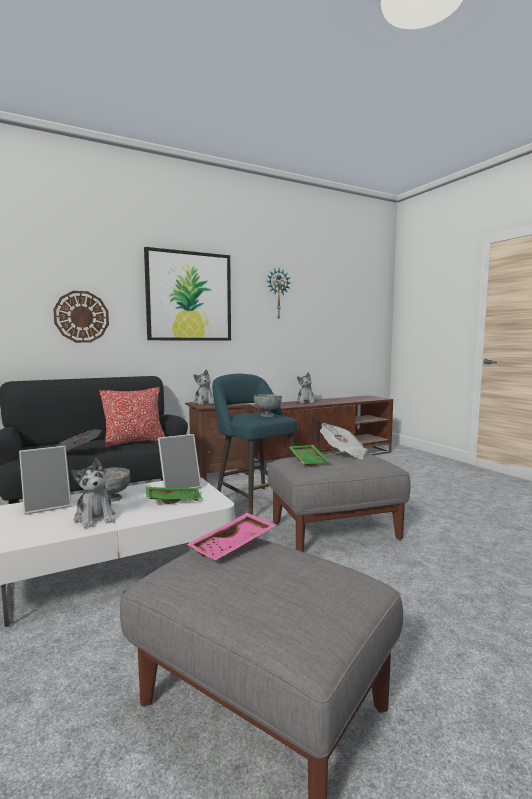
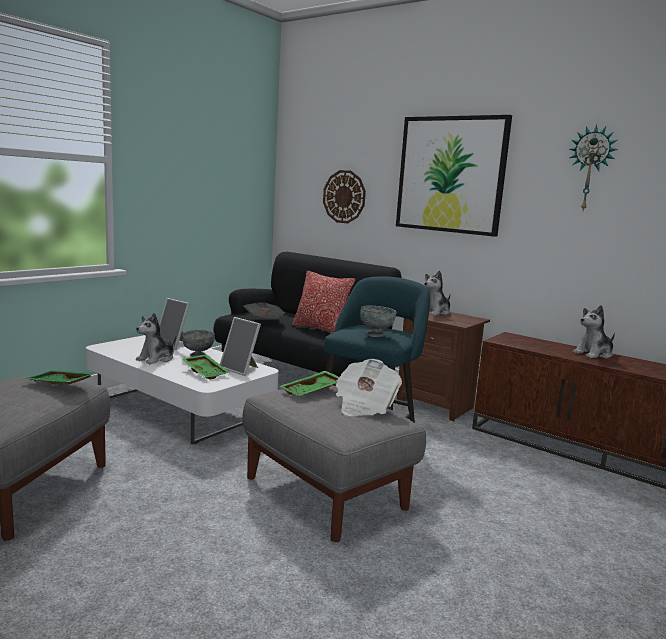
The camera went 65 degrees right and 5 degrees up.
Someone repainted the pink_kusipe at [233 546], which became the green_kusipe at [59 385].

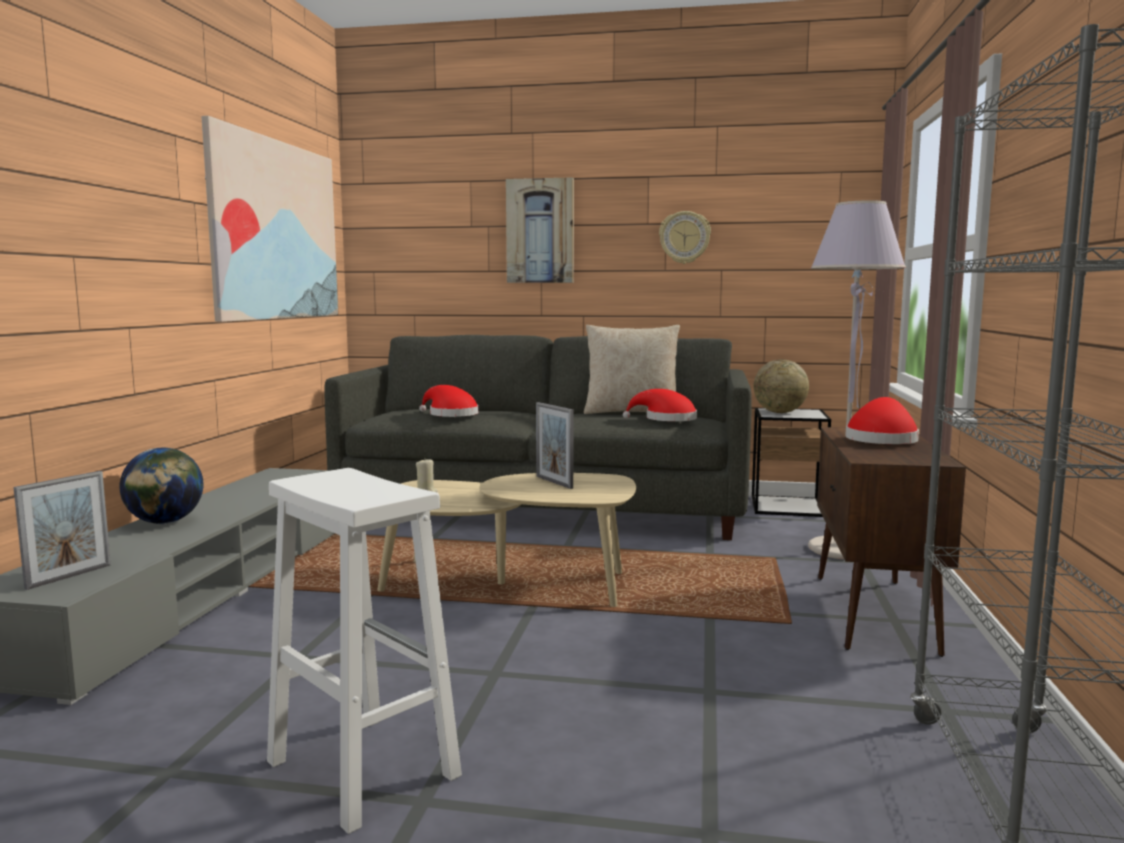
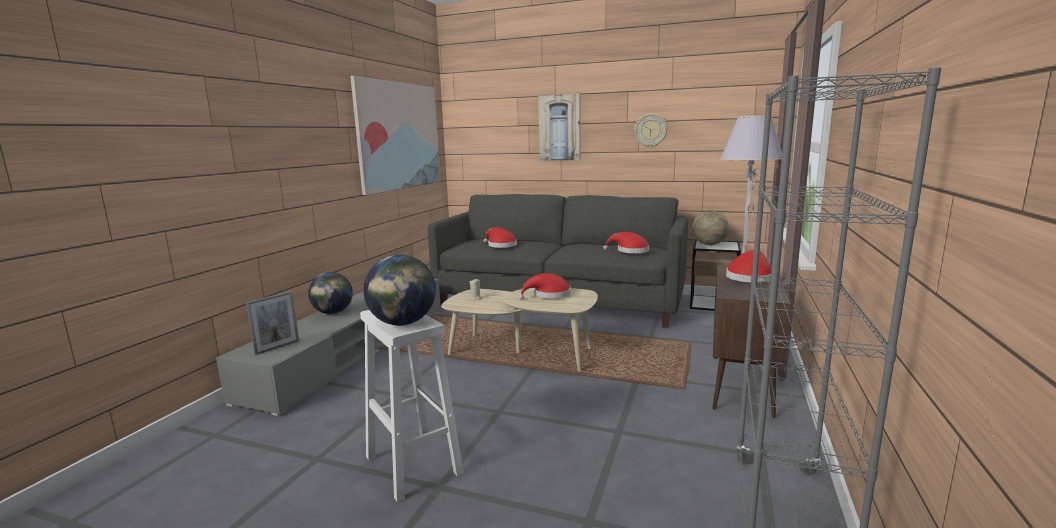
The camera went 10 degrees right and 5 degrees up.
Someone took away the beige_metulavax at [631 413].
Someone swapped the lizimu at [554 482] for the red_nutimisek at [548 295].
Someone put down the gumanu at [403 323].

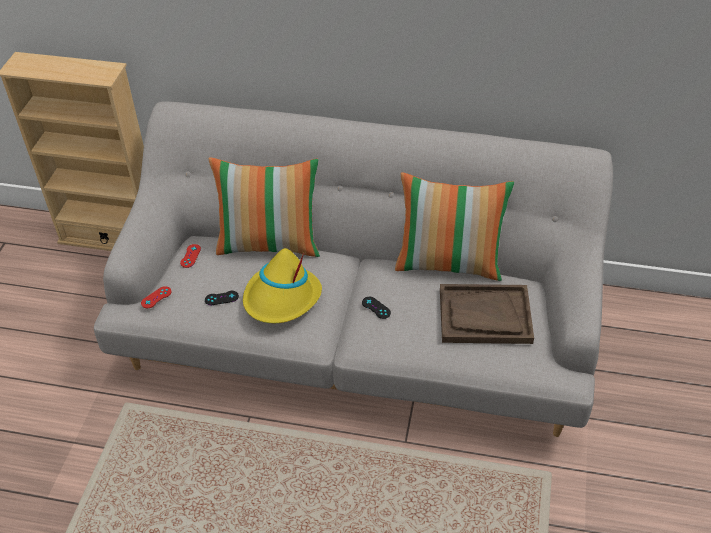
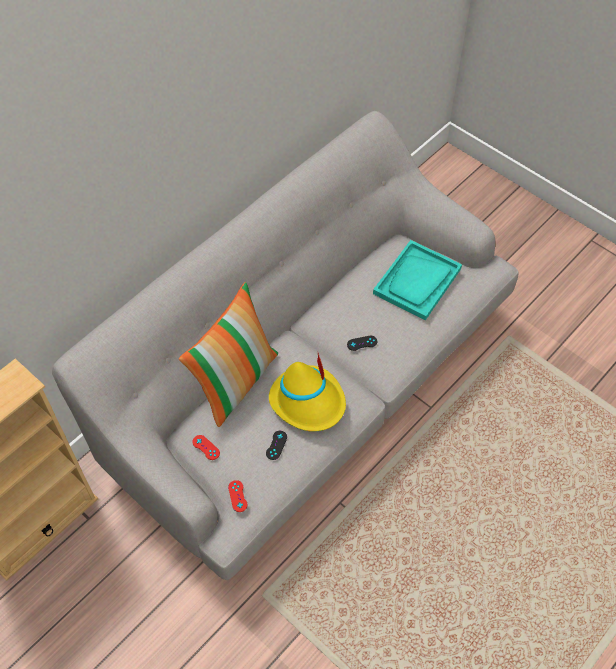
The camera went 60 degrees left and 10 degrees up.
Someone took away the metulavax at [449 263].
Someone repainted the brown_kusipe at [484 316], which became the turquoise_kusipe at [417 281].

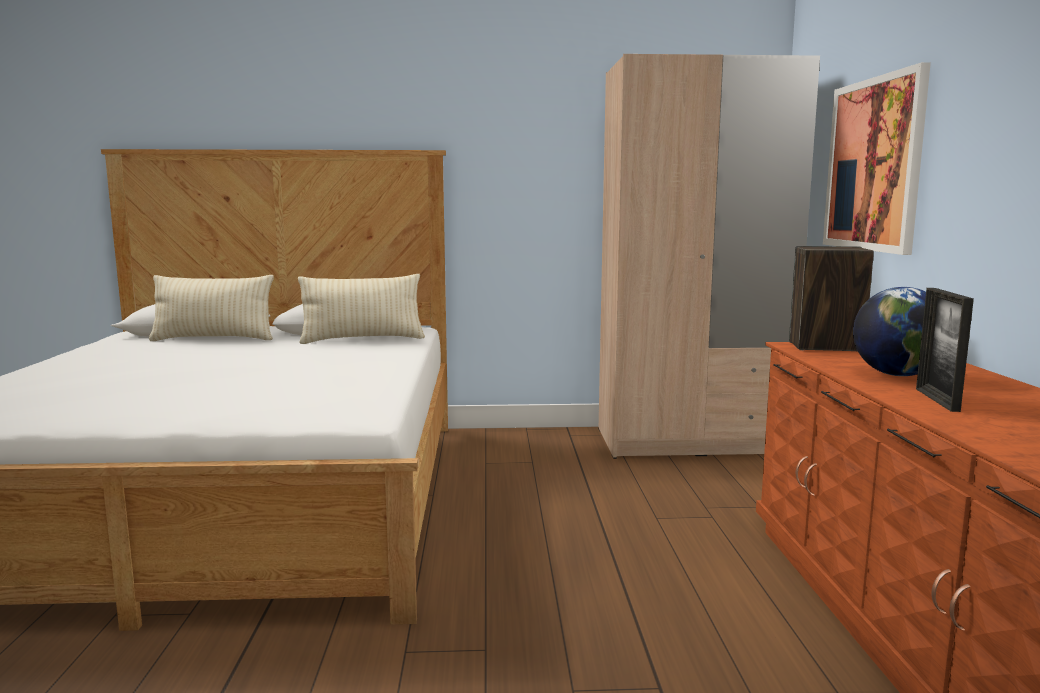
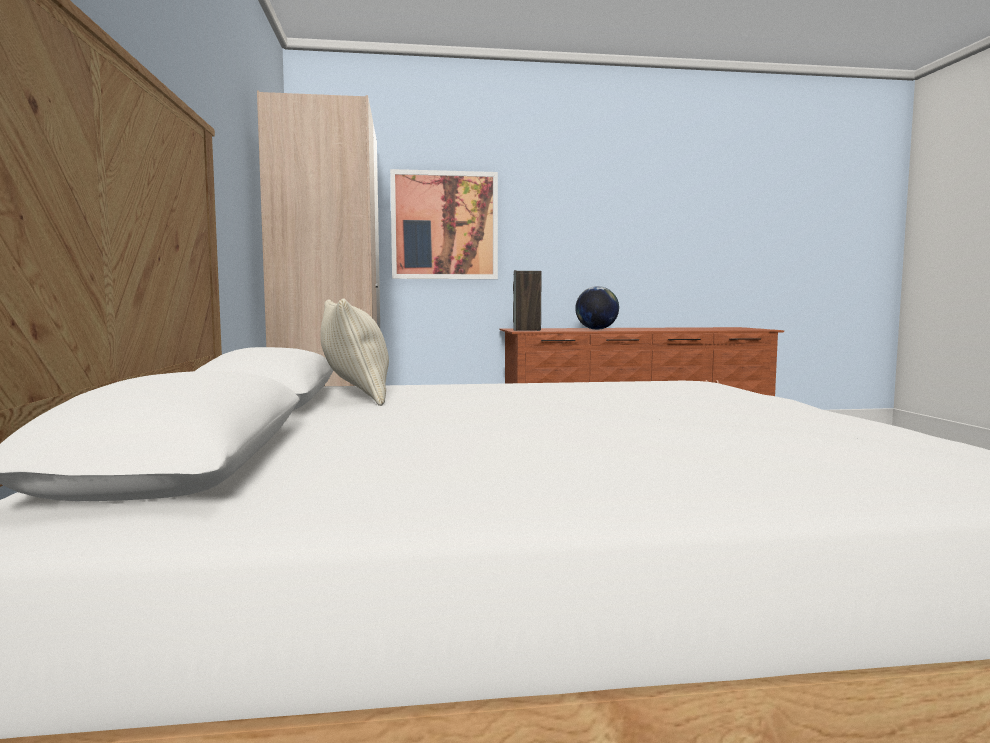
The camera went 95 degrees left and 5 degrees down.
Someone took away the beige_metulavax at [214 339].
Someone took away the lizimu at [937 399].

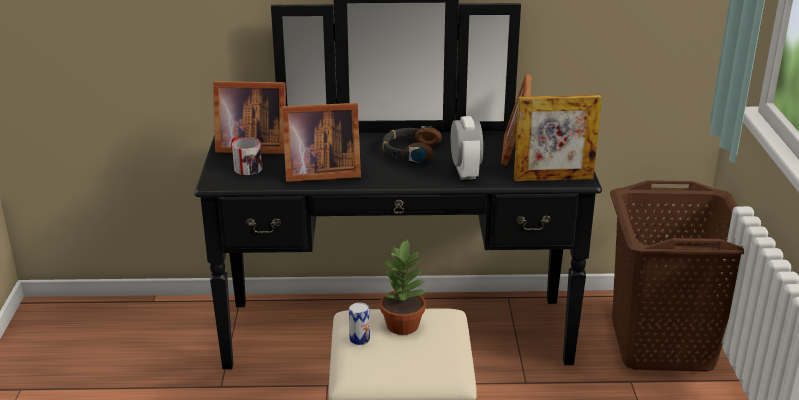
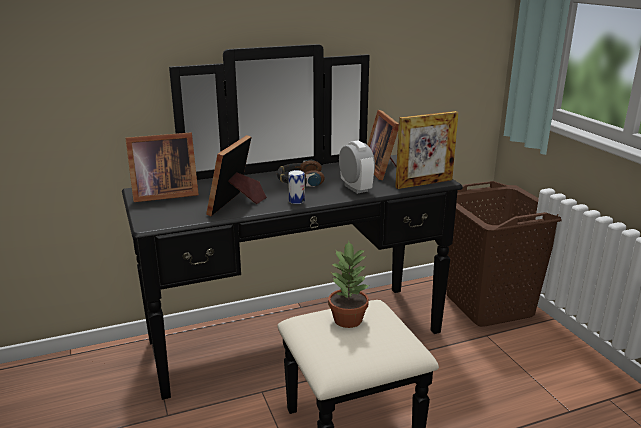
The camera went 20 degrees left and 5 degrees down.
Someone rotated the lizimu at [319 172] by 135 degrees clockwise.
Someone took away the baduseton at [245 166].
Someone carried the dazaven from [359 339] to [296 201].

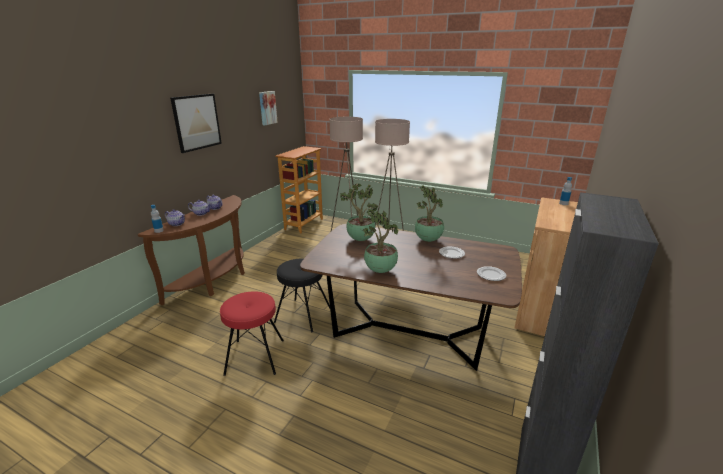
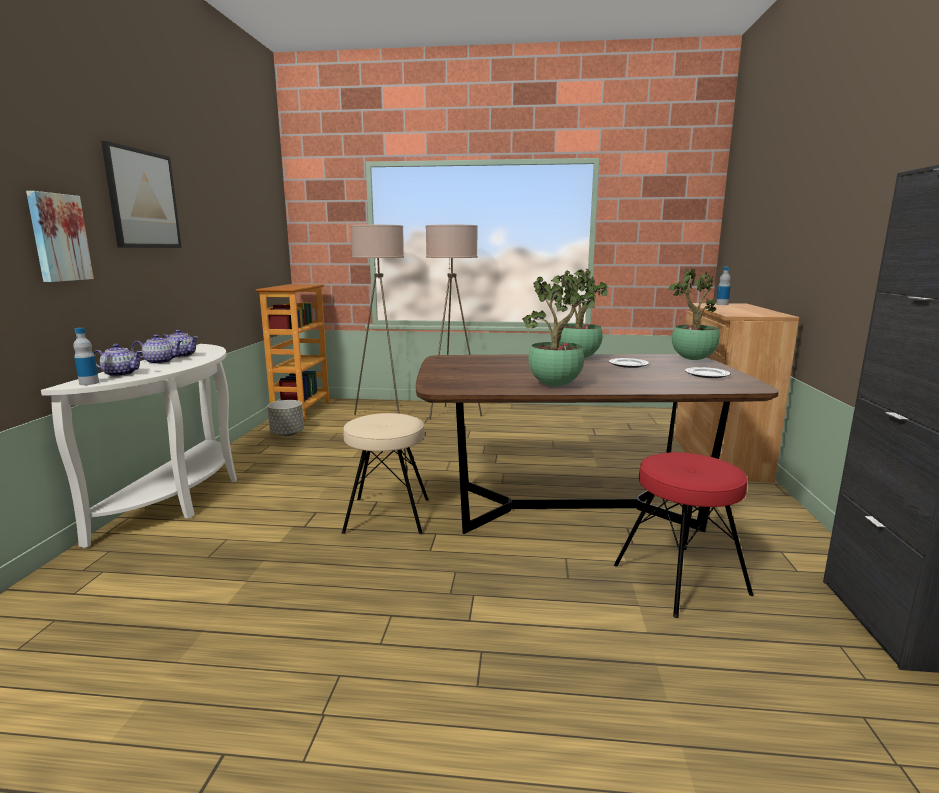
The camera went 20 degrees left and 10 degrees down.
Someone carried the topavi from [267 108] to [58 237].
Someone carried the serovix from [359 239] to [692 359].
Someone repainted the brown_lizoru at [215 281], which became the white_lizoru at [183 497].
Someone repainted the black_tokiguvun at [303 315], which became the beige_tokiguvun at [388 515].
Someone carried the red_tokiguvun from [255 357] to [680 579].
Someone put down the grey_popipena at [287 434].

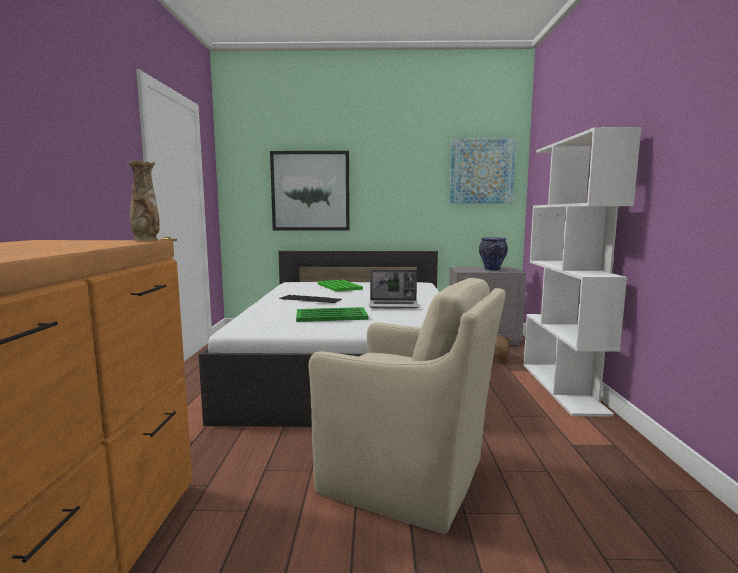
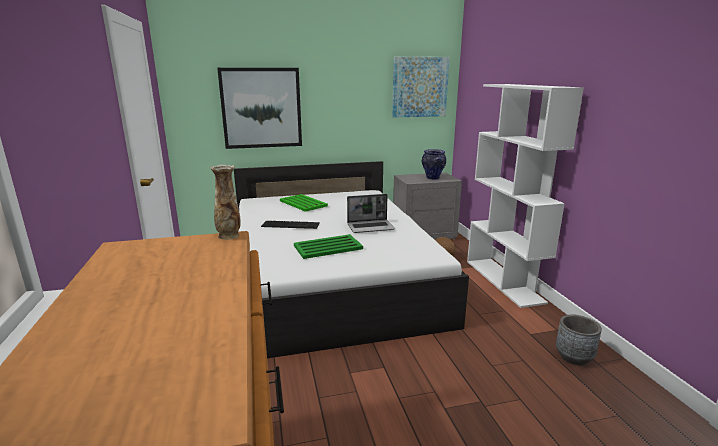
The camera went 15 degrees left and 10 degrees up.
Someone took away the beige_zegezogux at [408 478].
Someone put down the grey_popipena at [574 357].

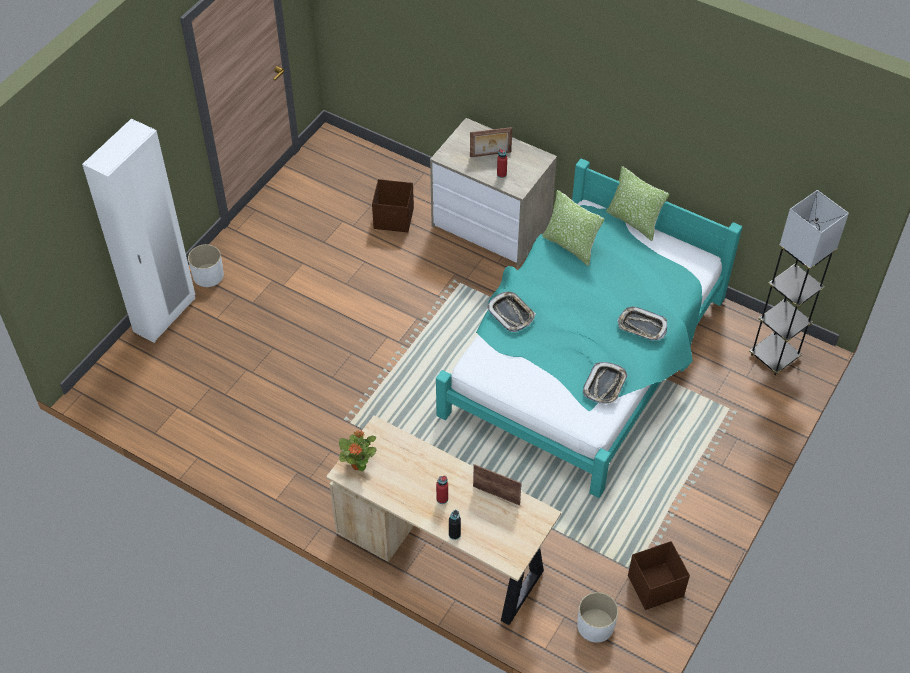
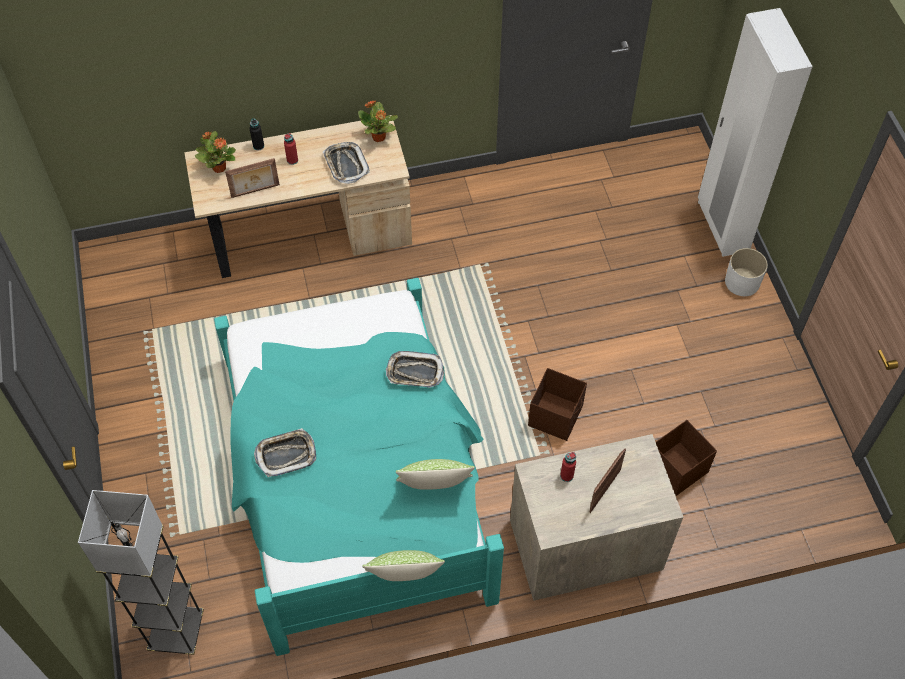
The camera went 135 degrees right and 5 degrees up.
Someone carried the kusipe from [605 385] to [346 165].
Someone carried the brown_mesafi from [654 586] to [556 415].
Someone took away the white_popipena at [596 625].
Someone put down the serovix at [219 167].

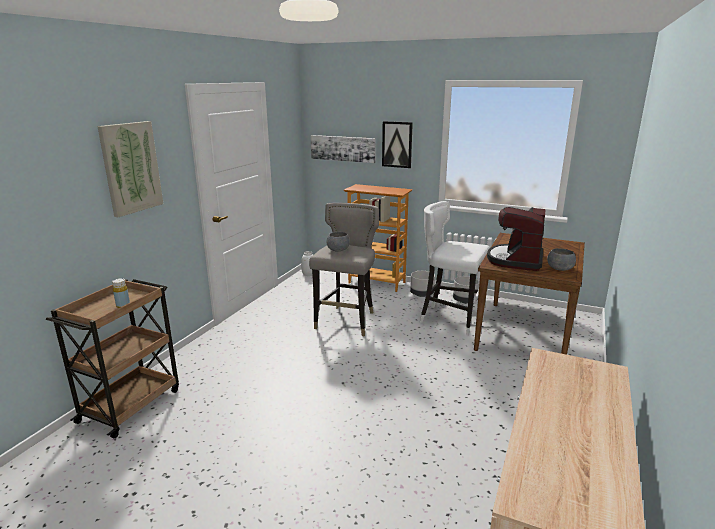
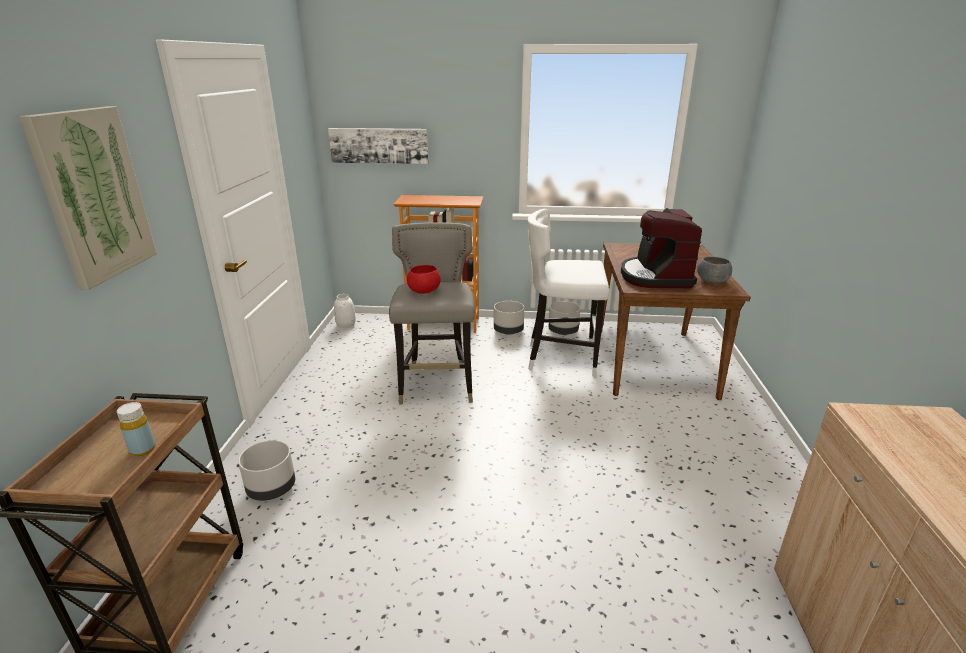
The camera went 20 degrees left and 5 degrees up.
Someone took away the topavi at [397 144].
Someone repainted the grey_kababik at [338 250], which became the red_kababik at [423 291].
Someone put down the grey_popipena at [271 489].

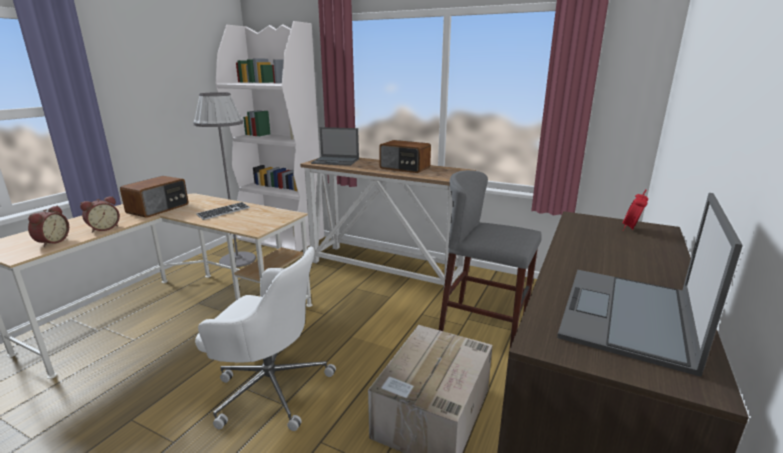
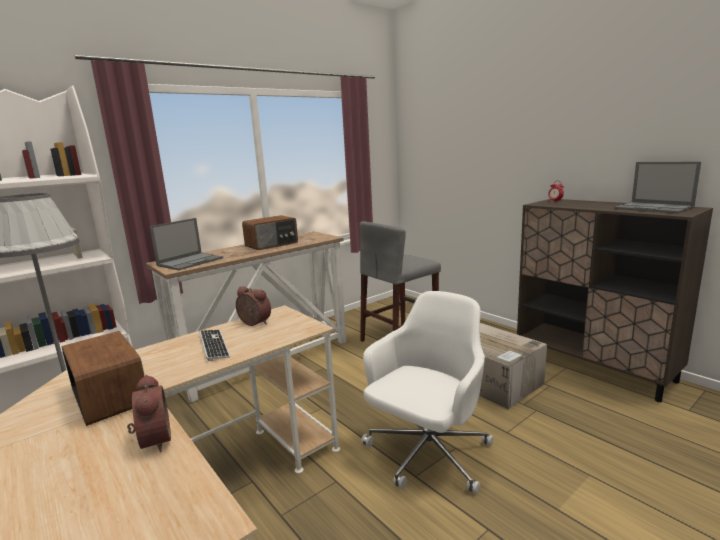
The camera went 65 degrees left and 5 degrees down.
Someone carried the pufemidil from [51 241] to [253 323].

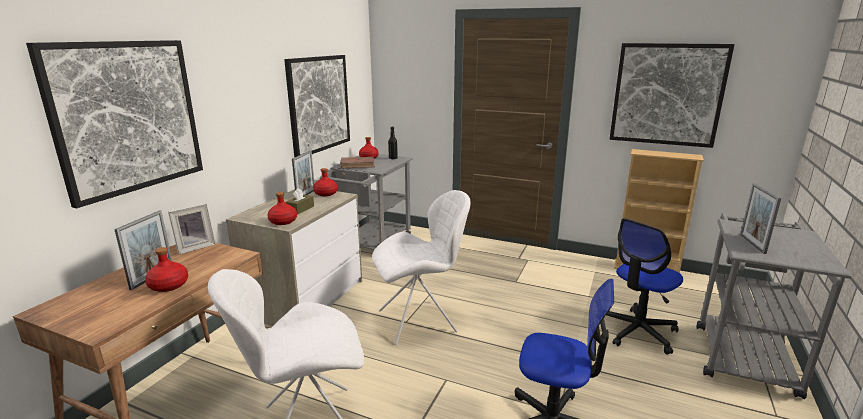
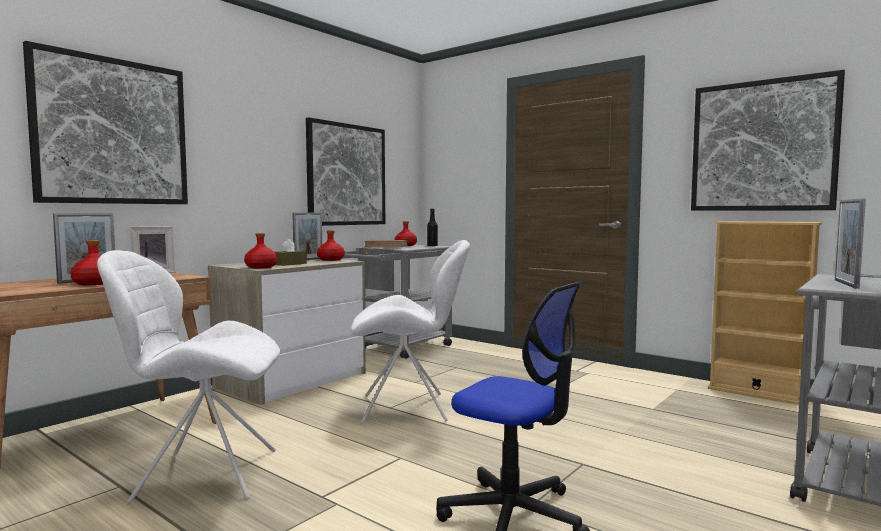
The camera went 15 degrees right and 15 degrees down.
Someone took away the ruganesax at [637 331].

